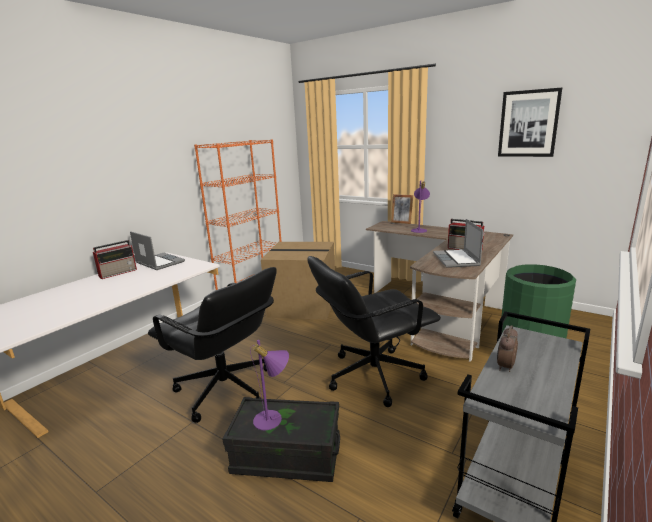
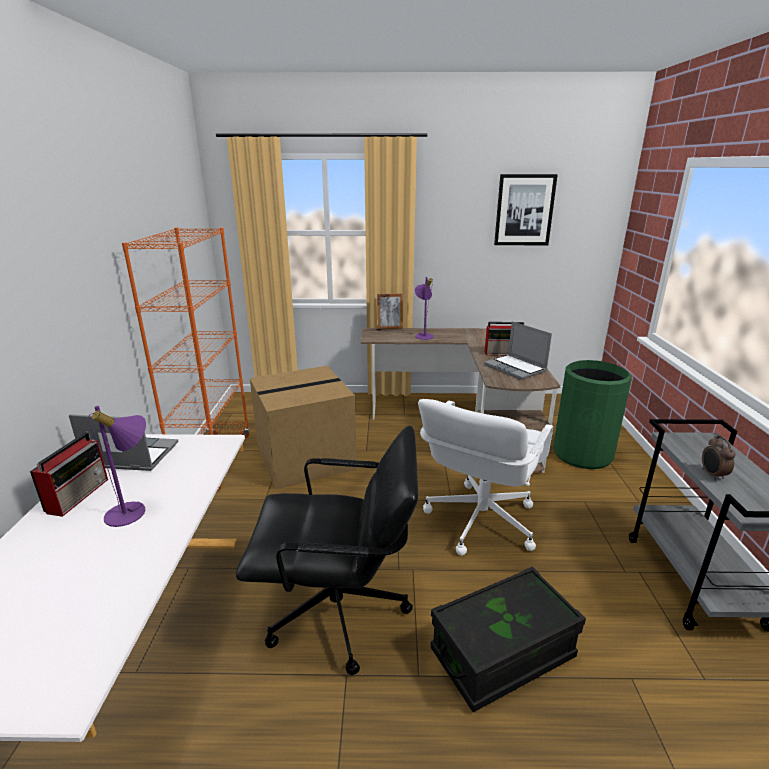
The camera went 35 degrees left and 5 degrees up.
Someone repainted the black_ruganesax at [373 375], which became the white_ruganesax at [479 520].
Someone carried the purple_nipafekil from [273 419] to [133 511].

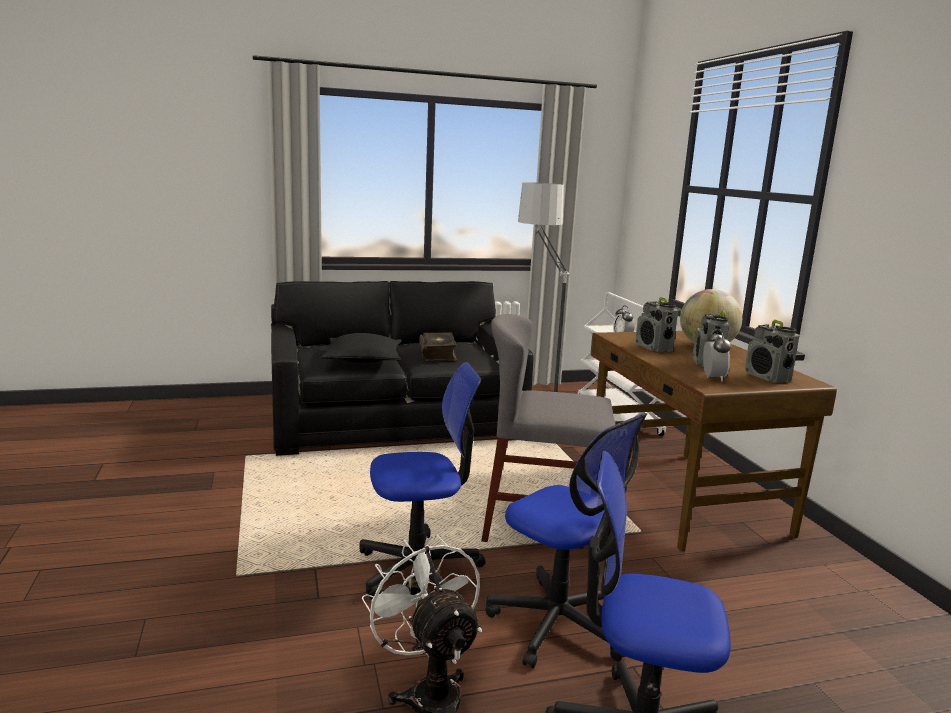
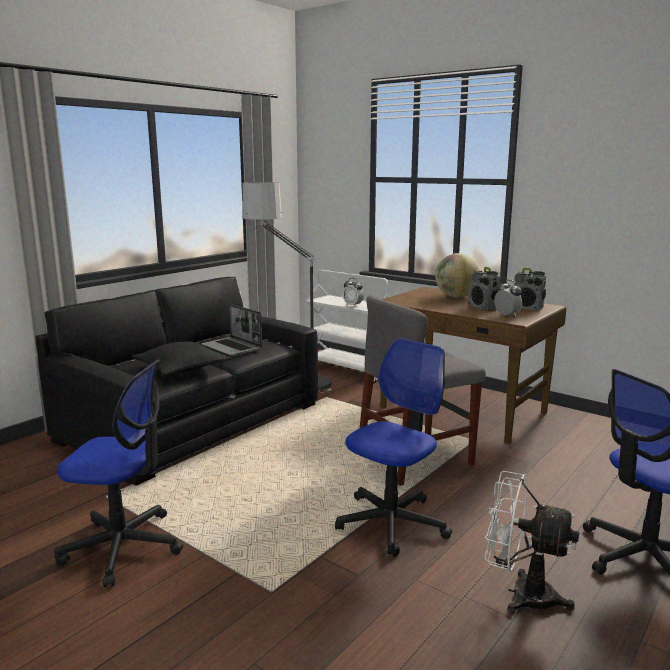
The camera went 35 degrees left and 0 degrees up.
Someone took away the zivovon at [654 348].
Someone swapped the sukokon at [438 353] for the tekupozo at [232 348].
Someone carried the ruganesax from [559 623] to [123 547].

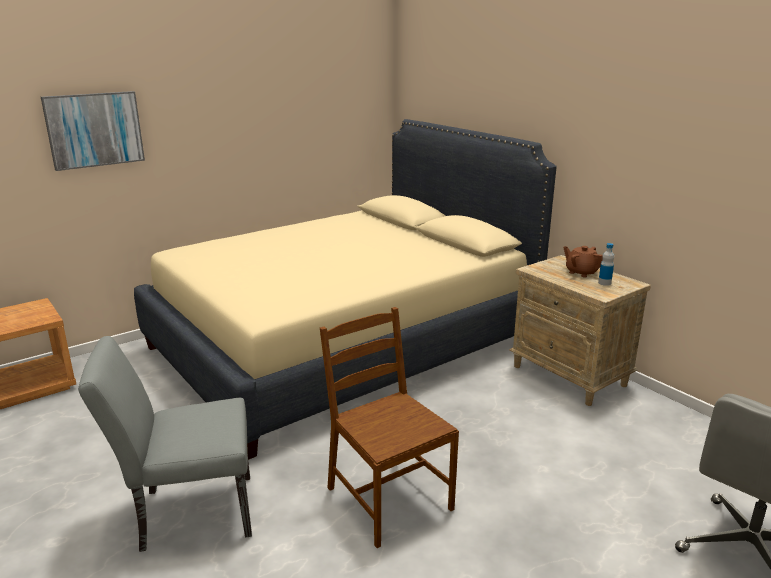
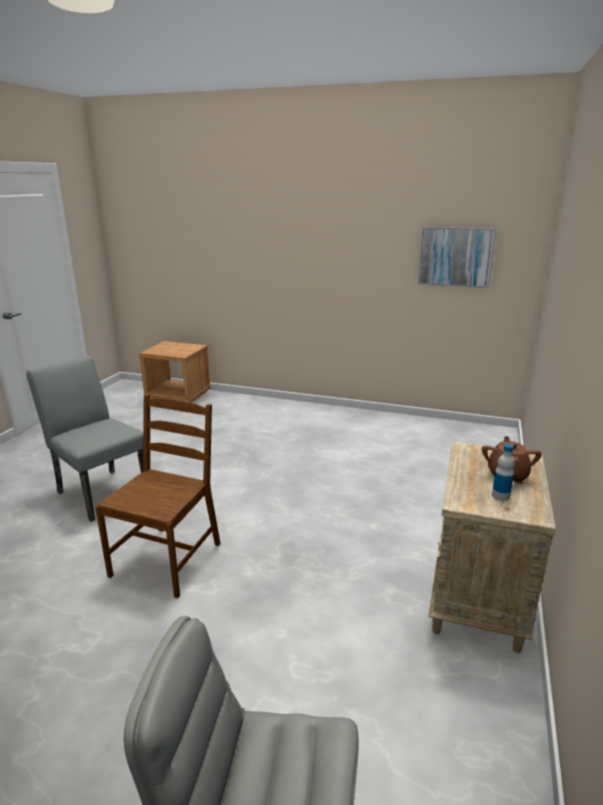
The camera went 55 degrees right and 0 degrees up.
Someone carried the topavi from [94 130] to [456 256].
Someone took away the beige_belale at [343 345].

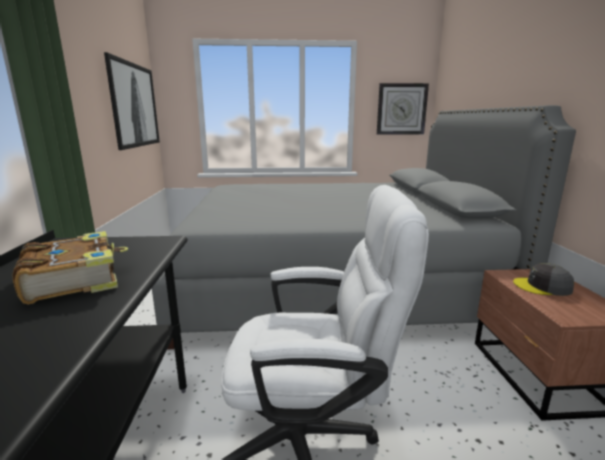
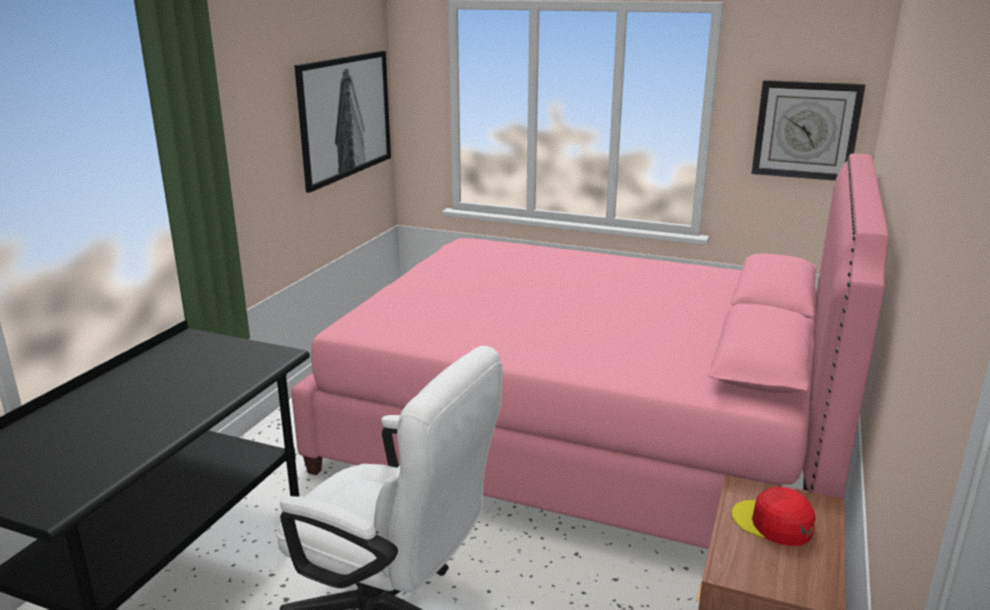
The camera went 25 degrees right and 5 degrees up.
Someone repainted the grey_belale at [332 285], which became the pink_belale at [584 435].
Someone took away the sukokon at [75 279].
Someone repainted the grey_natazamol at [542 286], which became the red_natazamol at [773 523].

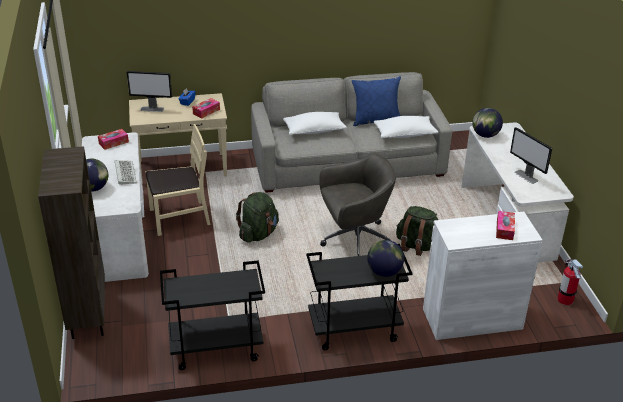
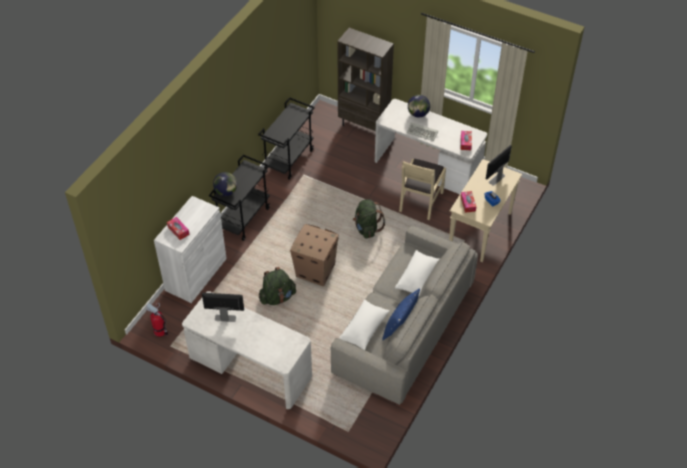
The camera went 130 degrees right and 15 degrees up.
Someone took away the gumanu at [485 135].
Someone swapped the grey_ruganesax at [354 240] for the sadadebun at [315 270].

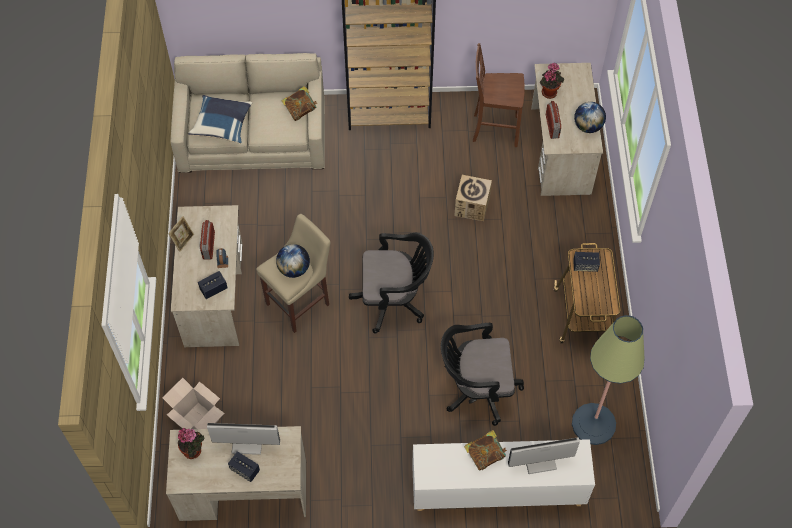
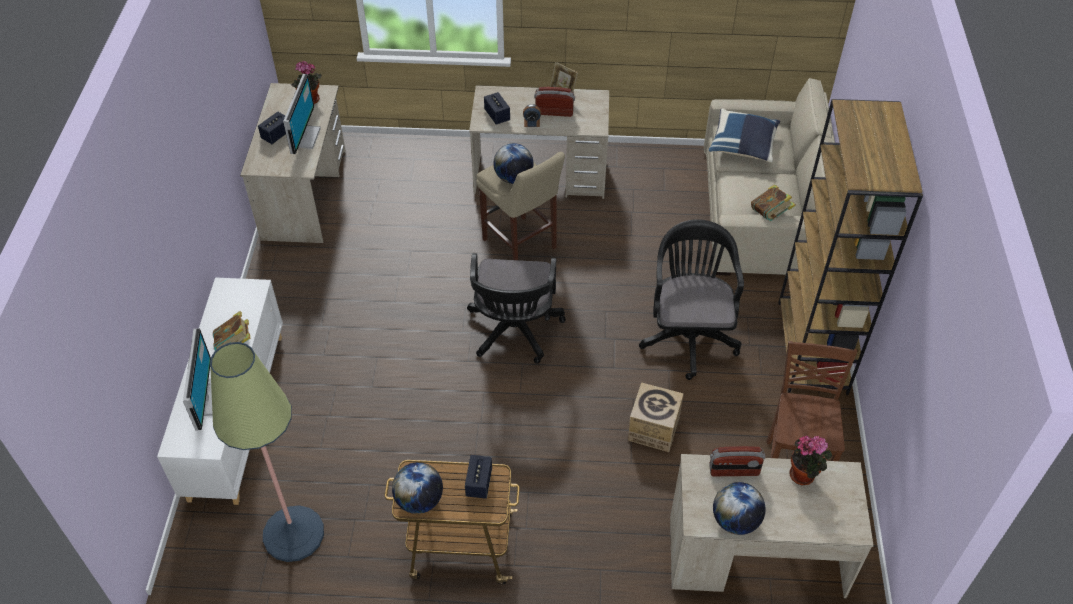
The camera went 95 degrees right and 10 degrees down.
Someone carried the black_ruganesax from [476 389] to [688 334].
Someone took away the sadadebun at [198 421].
Someone put down the gumanu at [419 500].

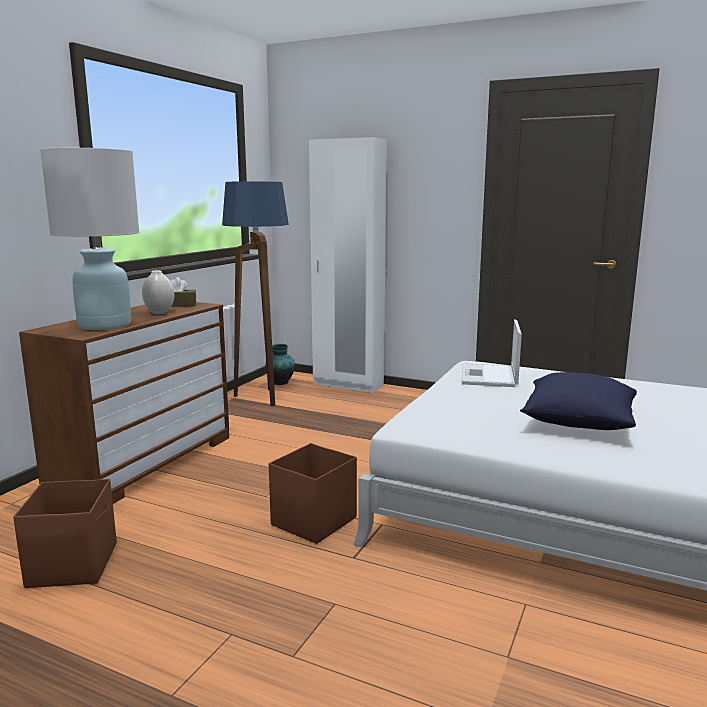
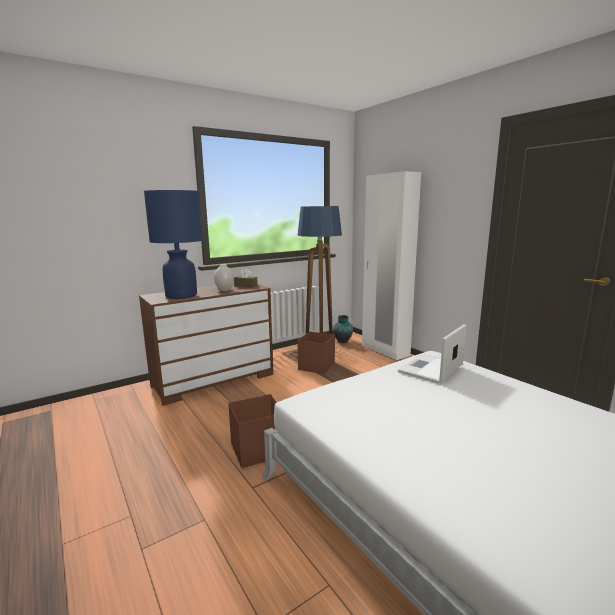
The camera went 30 degrees right and 0 degrees up.
Someone repainted the white_nipafekil at [105 325], which became the blue_nipafekil at [181 296].
Someone took away the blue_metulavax at [577 422].
Someone carried the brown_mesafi from [74 564] to [317 366].

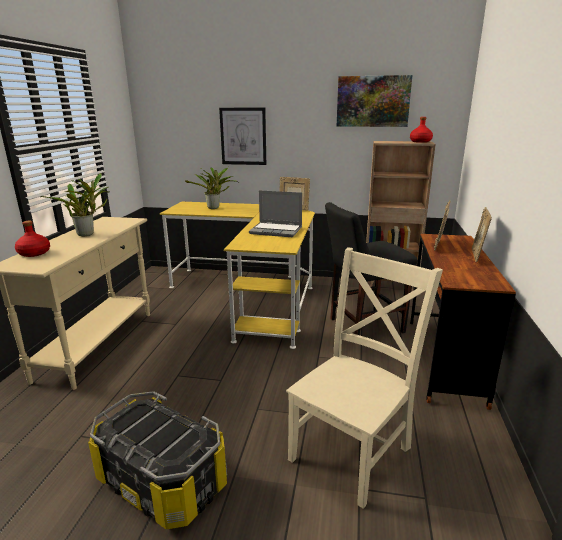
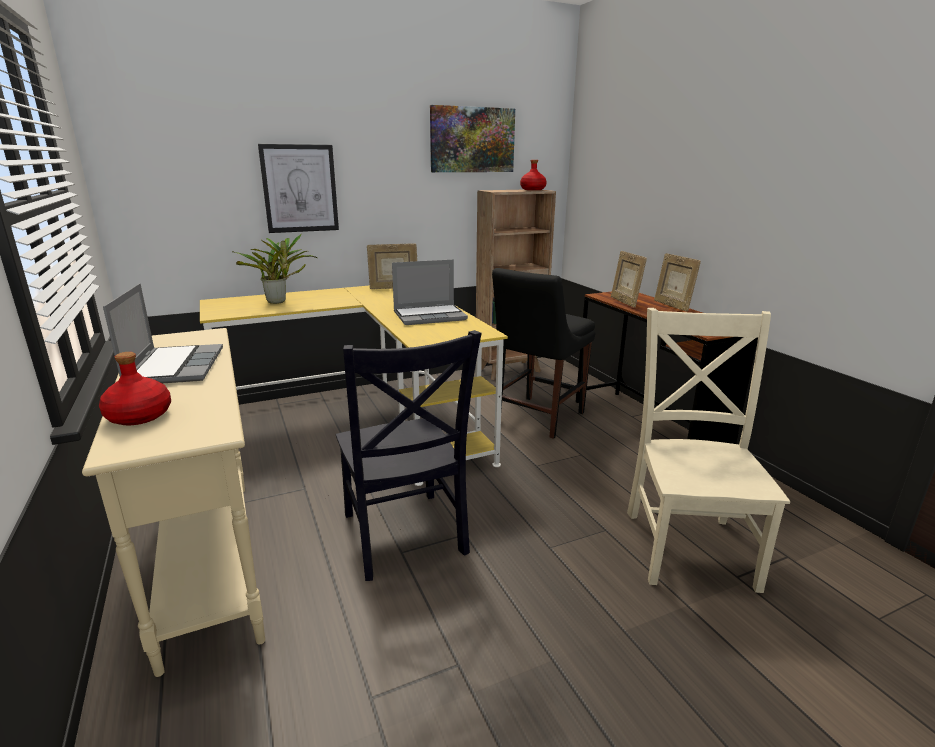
The camera went 35 degrees left and 0 degrees up.
Someone swapped the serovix at [88 234] for the tekupozo at [175 366].
Someone took away the mesafi at [161 481].
Someone put down the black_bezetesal at [404 537].

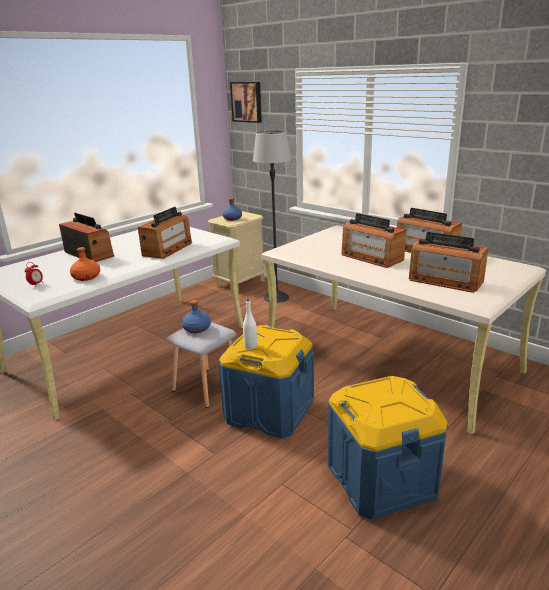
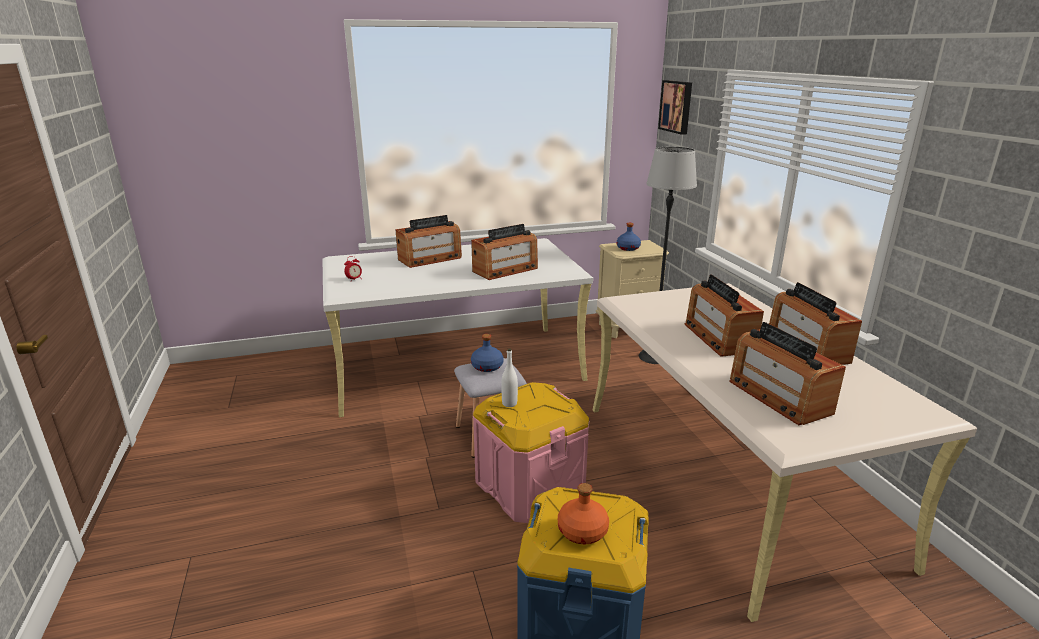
The camera went 30 degrees right and 0 degrees up.
Someone rotated the zivovon at [89 254] by 75 degrees clockwise.
Someone carried the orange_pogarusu from [86 277] to [582 531].
Someone repainted the blue_mesafi at [269 411], which became the pink_mesafi at [530 486].

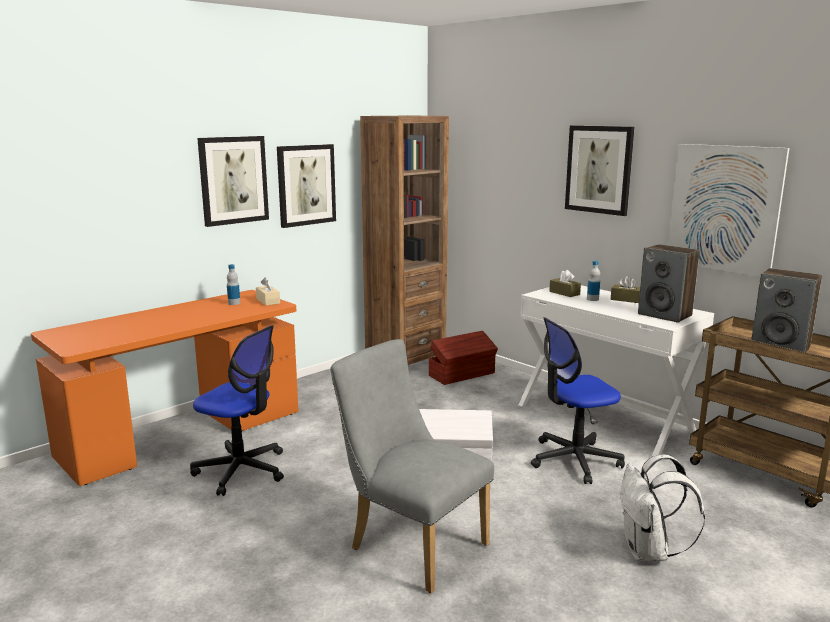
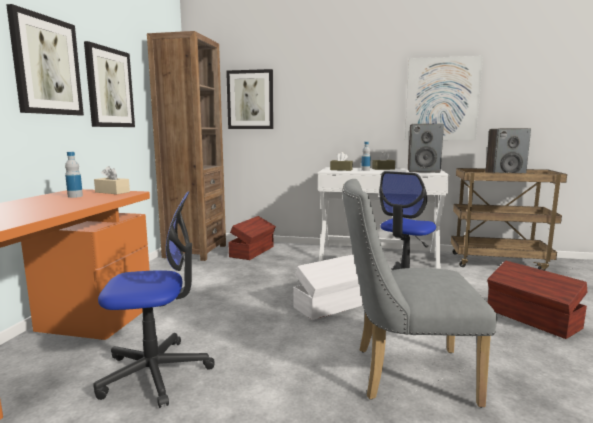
The camera went 35 degrees left and 5 degrees down.
Someone carried the topavi from [599 169] to [250 100].
Someone swapped the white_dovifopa at [649 552] for the brown_mesafi at [532 319].

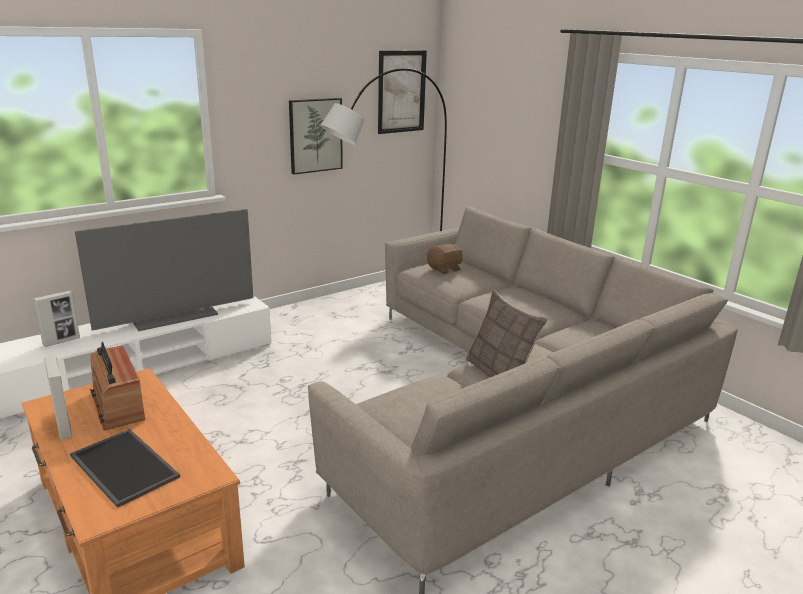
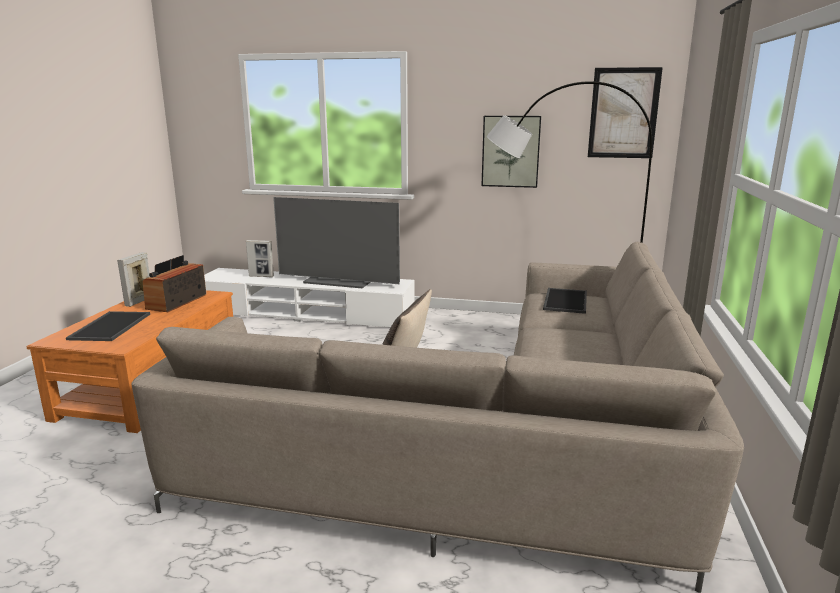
The camera went 50 degrees right and 5 degrees down.
Someone swapped the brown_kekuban at [445 269] for the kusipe at [564 300].

